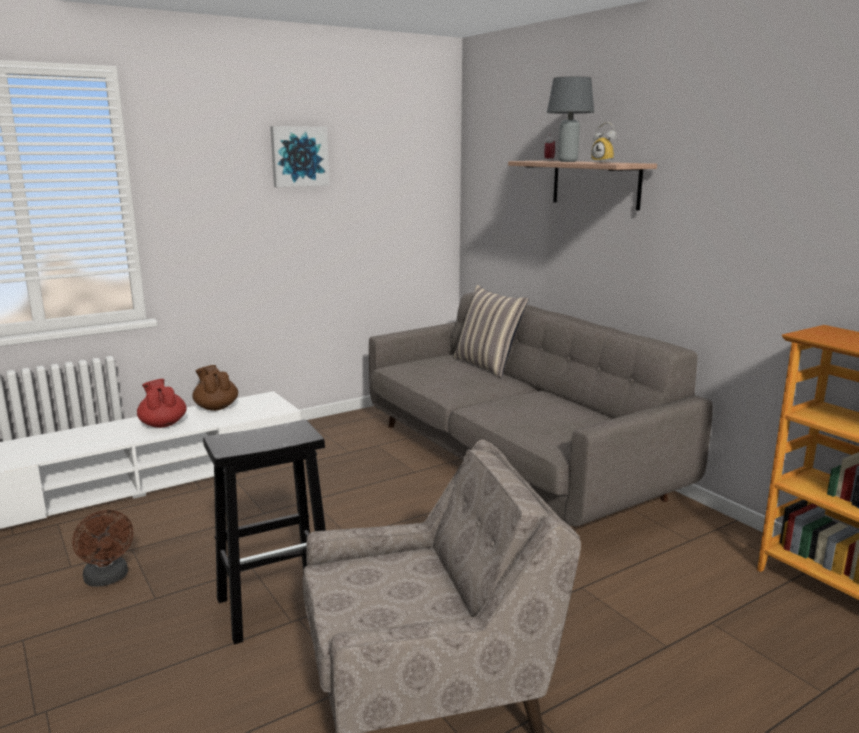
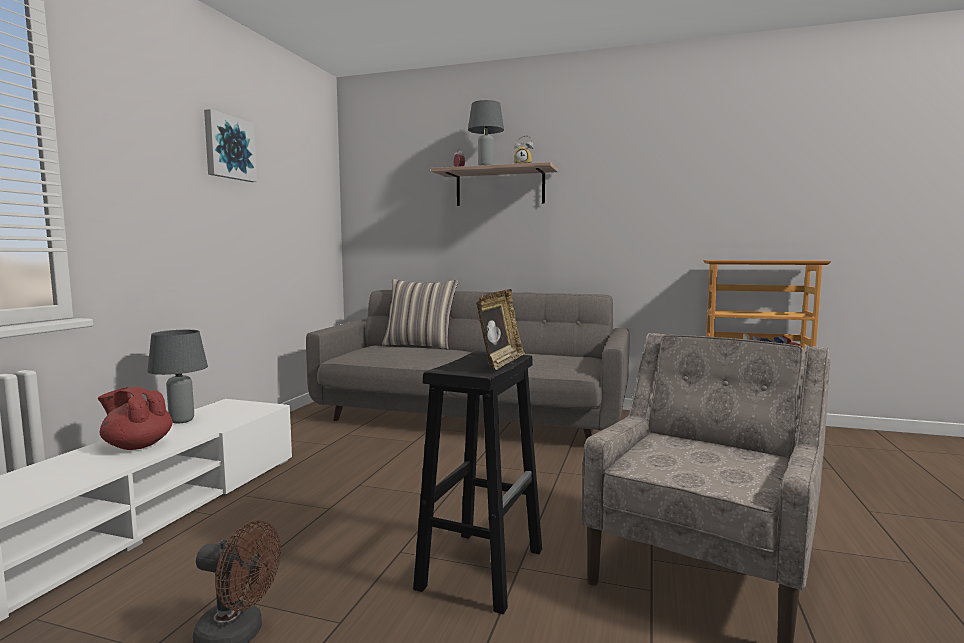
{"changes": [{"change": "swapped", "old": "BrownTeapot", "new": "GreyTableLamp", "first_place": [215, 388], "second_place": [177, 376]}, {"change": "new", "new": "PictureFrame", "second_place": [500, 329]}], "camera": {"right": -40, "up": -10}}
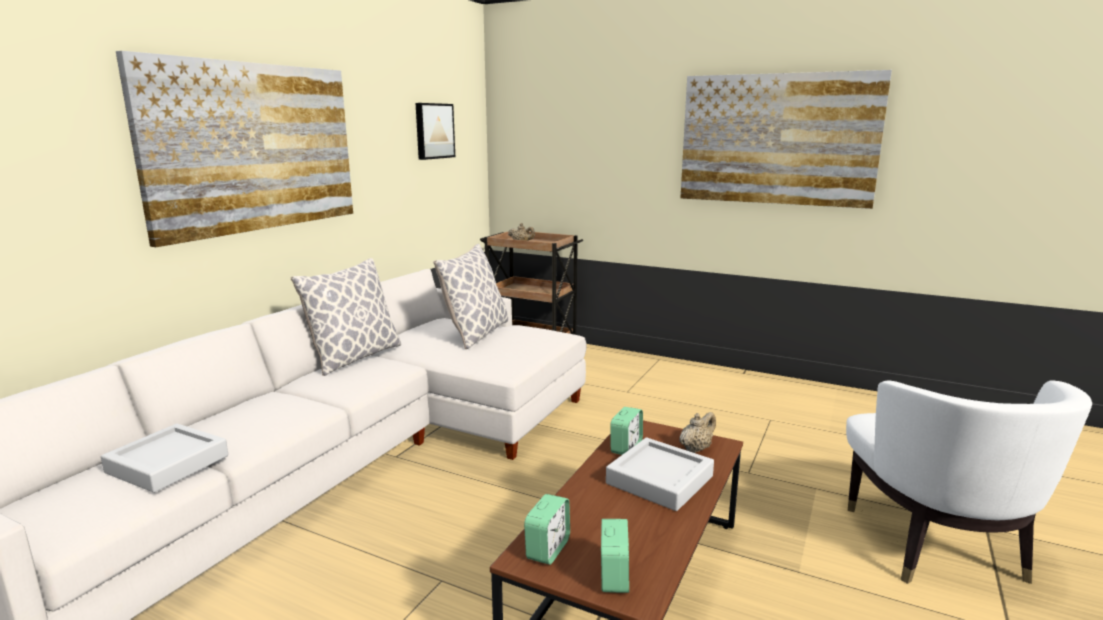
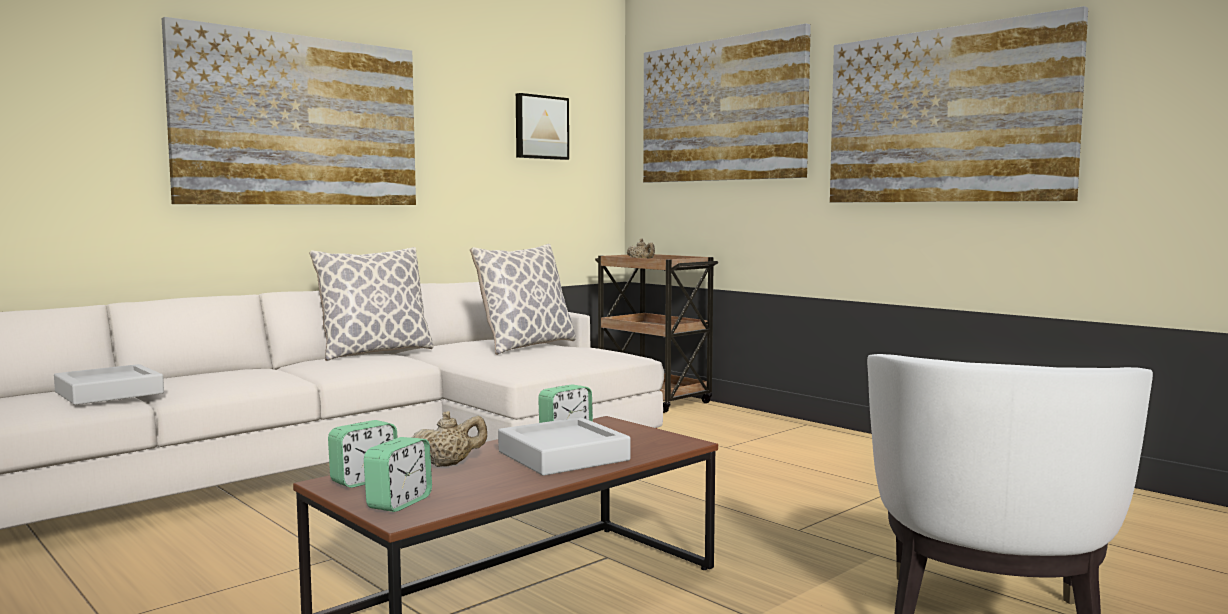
{"changes": [{"change": "shifted", "old": "BeigeTeapot", "first_place": [697, 432], "second_place": [449, 439]}, {"change": "new", "new": "Picture", "second_place": [727, 103]}], "camera": {"right": 20, "up": -10}}
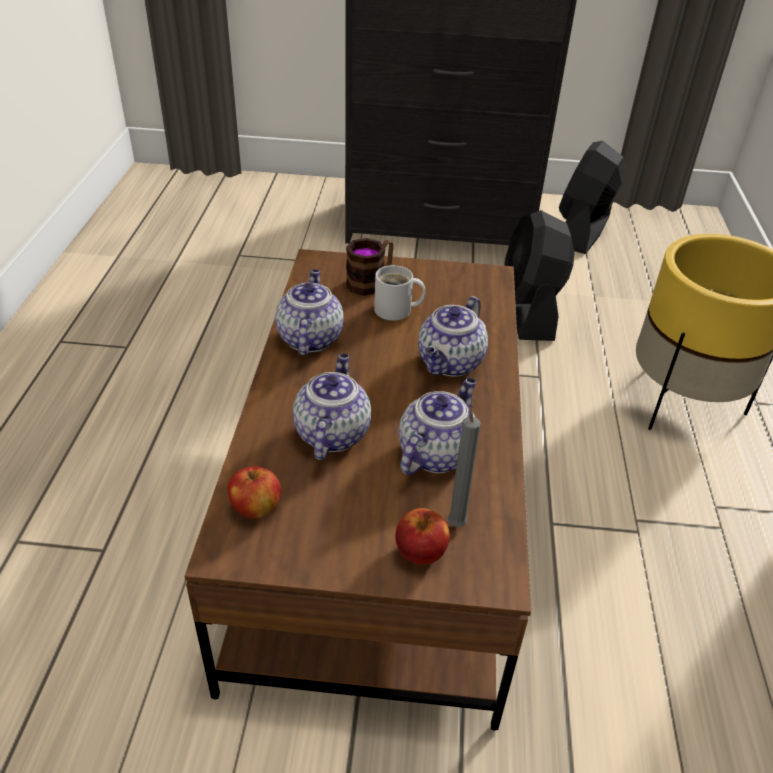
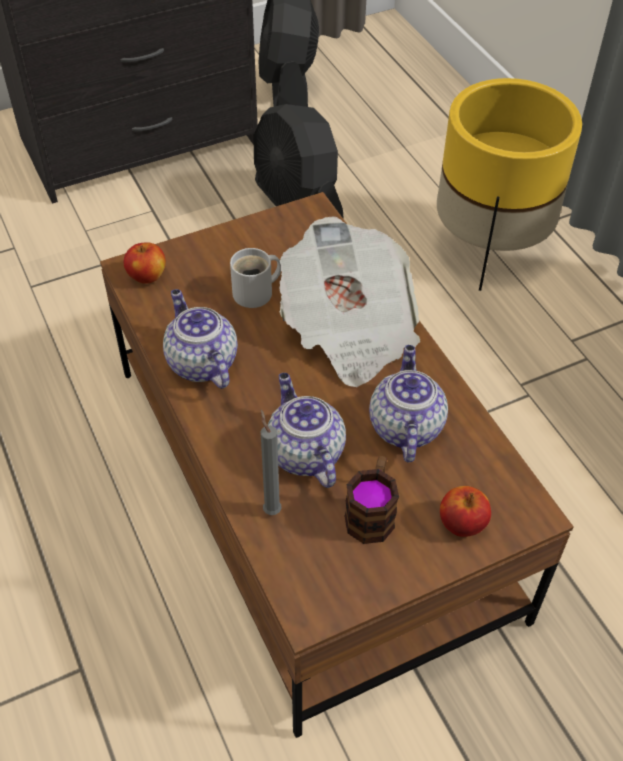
{"changes": [{"change": "shifted", "old": "Apple", "first_place": [254, 492], "second_place": [145, 263]}, {"change": "shifted", "old": "Mug", "first_place": [370, 267], "second_place": [372, 500]}, {"change": "swapped", "old": "Teapot", "new": "Newspaper", "first_place": [453, 336], "second_place": [349, 302]}, {"change": "shifted", "old": "GreyCandle", "first_place": [464, 462], "second_place": [271, 462]}], "camera": {"right": -30, "up": 10}}
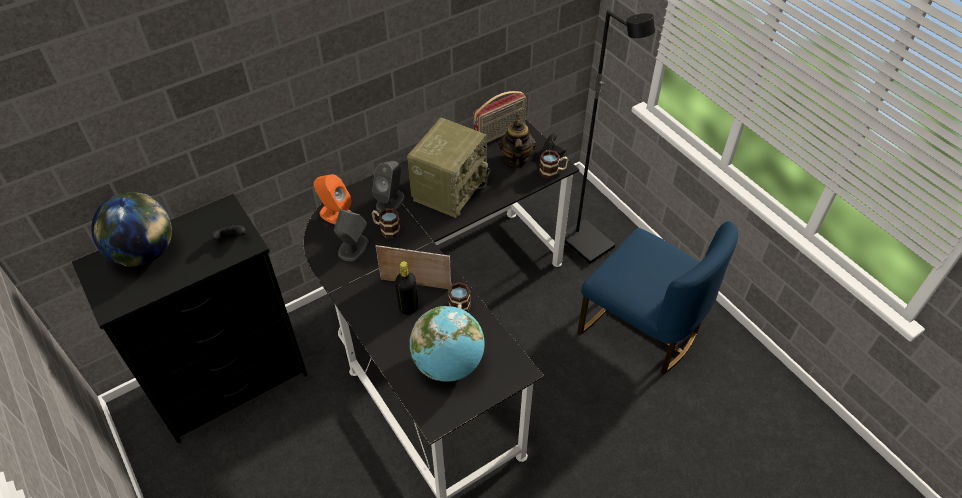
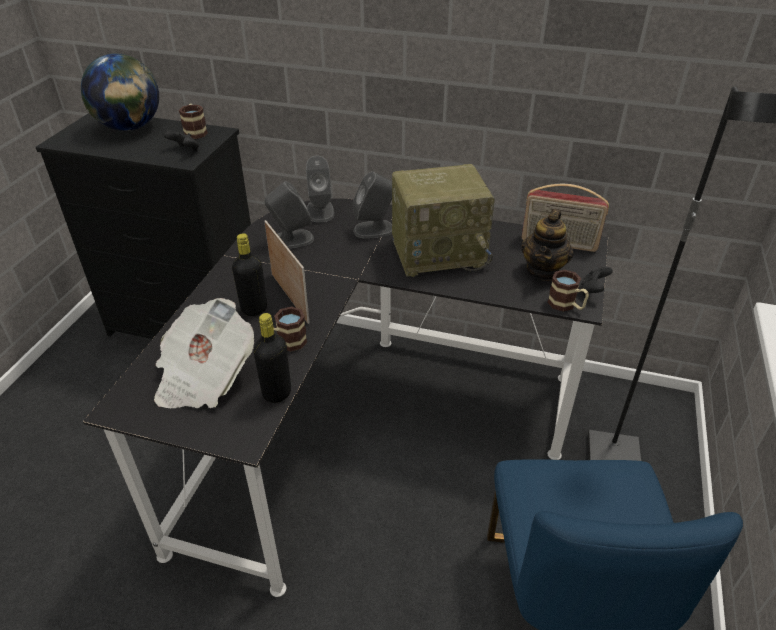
{"changes": [{"change": "repainted", "old": "OrangeSpeaker", "new": "GreySpeaker", "first_place": [332, 199], "second_place": [320, 189]}, {"change": "shifted", "old": "Mug", "first_place": [386, 223], "second_place": [193, 121]}, {"change": "swapped", "old": "Globe", "new": "Newspaper", "first_place": [447, 344], "second_place": [204, 353]}, {"change": "rotated", "old": "Teapot", "first_place": [517, 140], "second_place": [547, 245], "degrees": 150}, {"change": "new", "new": "BlackBottle", "second_place": [272, 358]}], "camera": {"right": 50, "up": -10}}
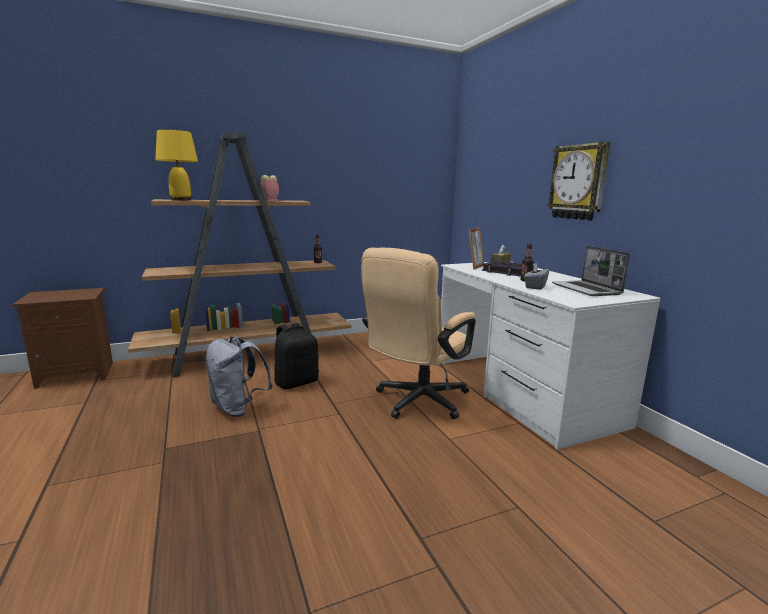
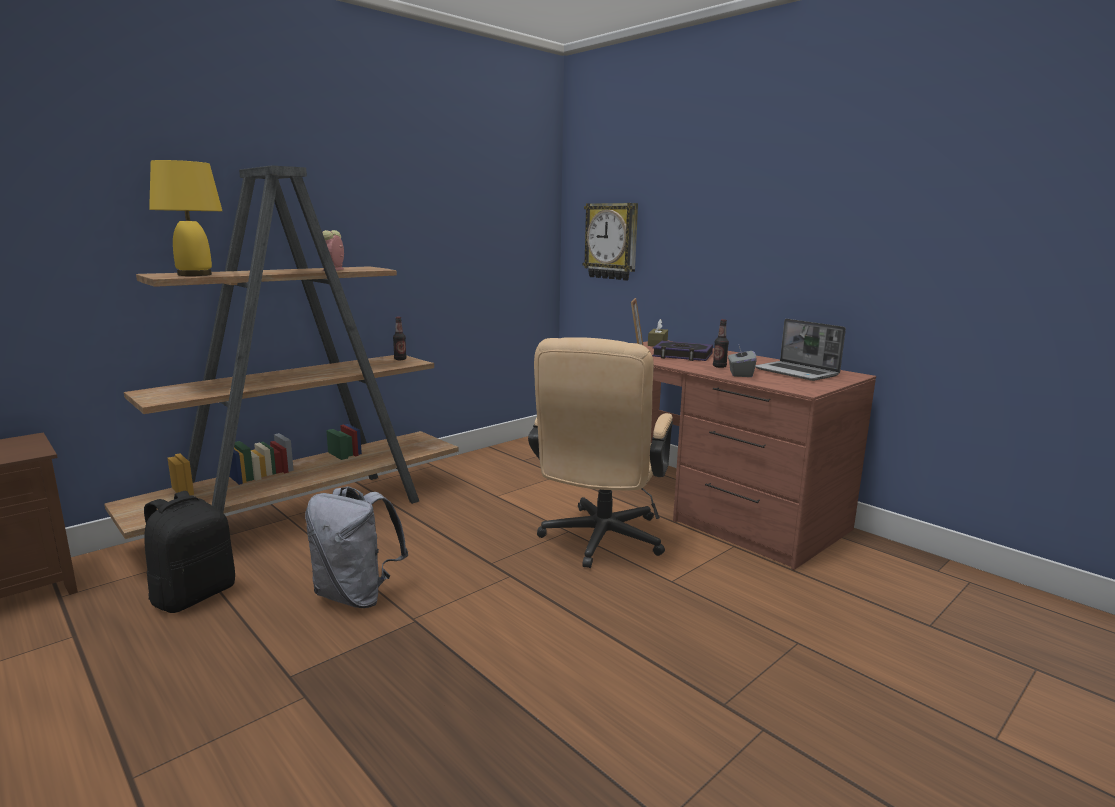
{"changes": [{"change": "shifted", "old": "BlackBackpack", "first_place": [296, 356], "second_place": [189, 552]}, {"change": "repainted", "old": "WhiteDesk", "new": "BrownDesk", "first_place": [551, 355], "second_place": [756, 455]}, {"change": "shifted", "old": "WallClock", "first_place": [578, 181], "second_place": [610, 242]}], "camera": {"right": -20, "up": 0}}
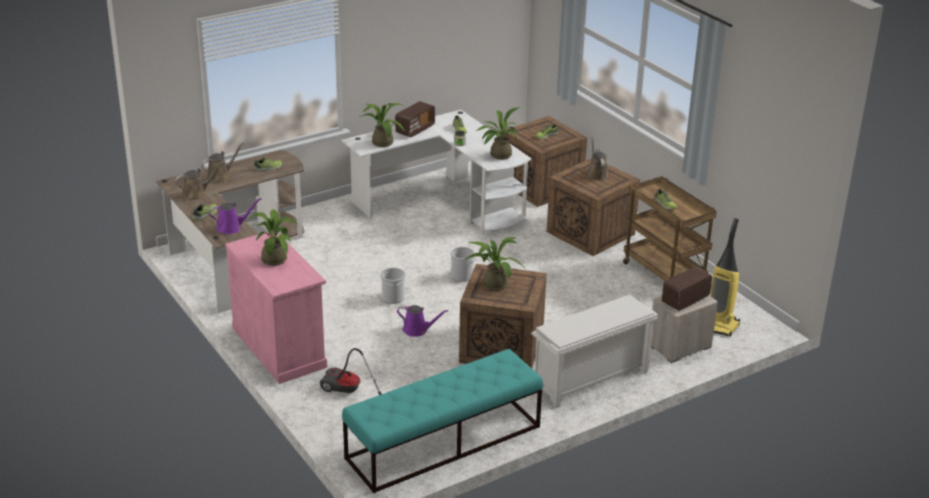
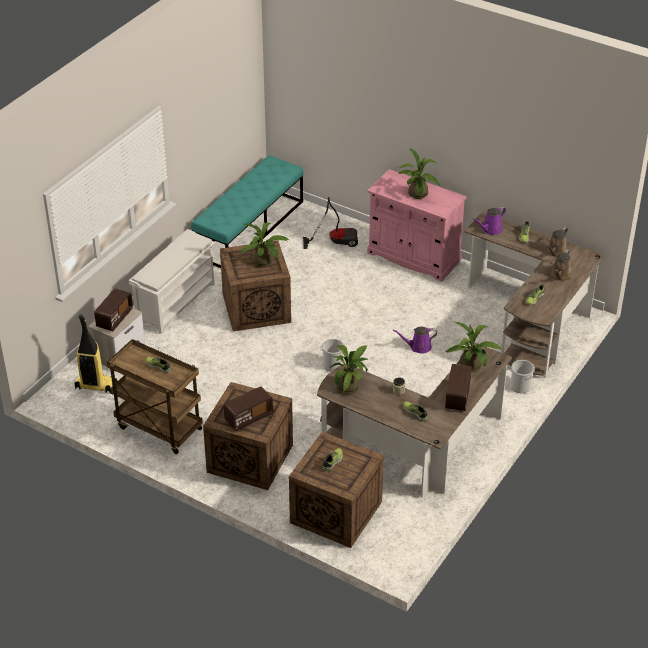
{"changes": [{"change": "repainted", "old": "WhiteDesk", "new": "BrownDesk", "first_place": [436, 172], "second_place": [414, 420]}, {"change": "shifted", "old": "Bucket", "first_place": [393, 286], "second_place": [522, 376]}, {"change": "shifted", "old": "PurpleWateringCan", "first_place": [422, 321], "second_place": [415, 340]}, {"change": "swapped", "old": "BrownWateringCan", "new": "Radio", "first_place": [597, 159], "second_place": [248, 408]}], "camera": {"right": 155, "up": 10}}
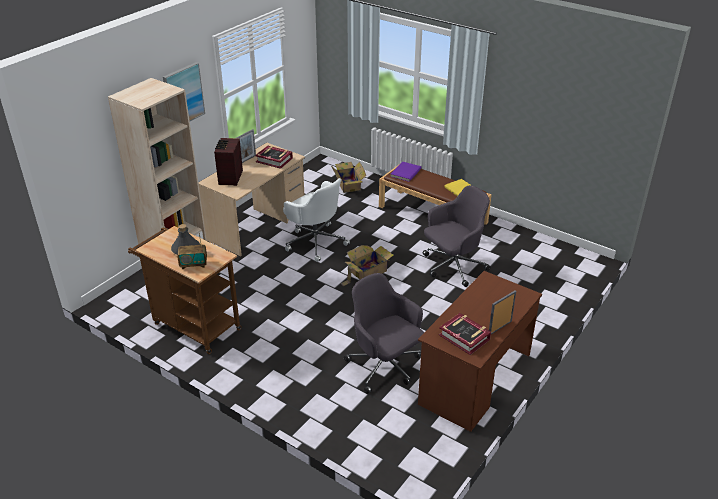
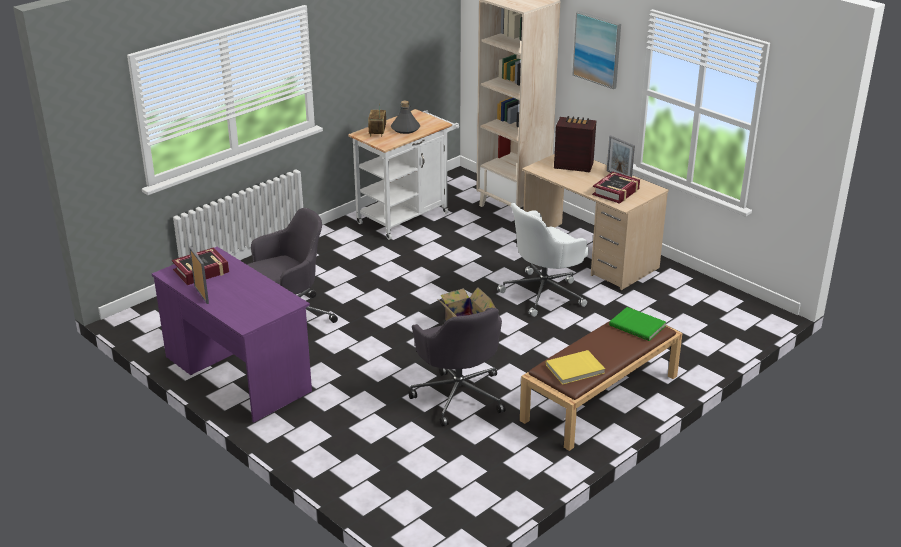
{"changes": [{"change": "repainted", "old": "BrownCart", "new": "WhiteCart", "first_place": [185, 290], "second_place": [403, 174]}, {"change": "gone", "old": "CardboardBox", "first_place": [348, 177]}, {"change": "repainted", "old": "PurpleBook", "new": "GreenBook", "first_place": [406, 172], "second_place": [637, 324]}, {"change": "repainted", "old": "BrownDesk", "new": "PurpleDesk", "first_place": [480, 351], "second_place": [232, 335]}], "camera": {"right": 100, "up": -5}}
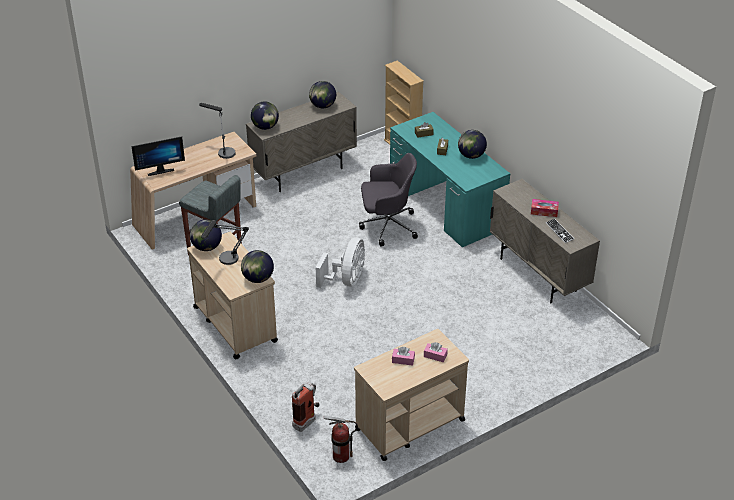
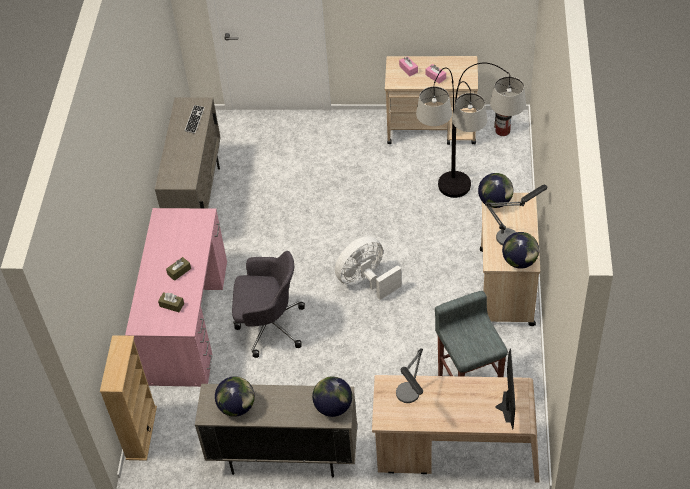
{"changes": [{"change": "rotated", "old": "Monitor", "first_place": [158, 156], "second_place": [505, 389], "degrees": 75}, {"change": "gone", "old": "FireExtinguisher", "first_place": [306, 407]}, {"change": "rotated", "old": "GreyOfficeChair", "first_place": [388, 200], "second_place": [268, 304], "degrees": 150}, {"change": "repainted", "old": "TurquoiseDesk", "new": "PinkDesk", "first_place": [450, 179], "second_place": [176, 297]}, {"change": "gone", "old": "Globe", "first_place": [472, 144]}, {"change": "gone", "old": "TissueBox", "first_place": [545, 208]}, {"change": "new", "new": "FloorLamp", "second_place": [471, 130]}], "camera": {"right": -140, "up": 10}}
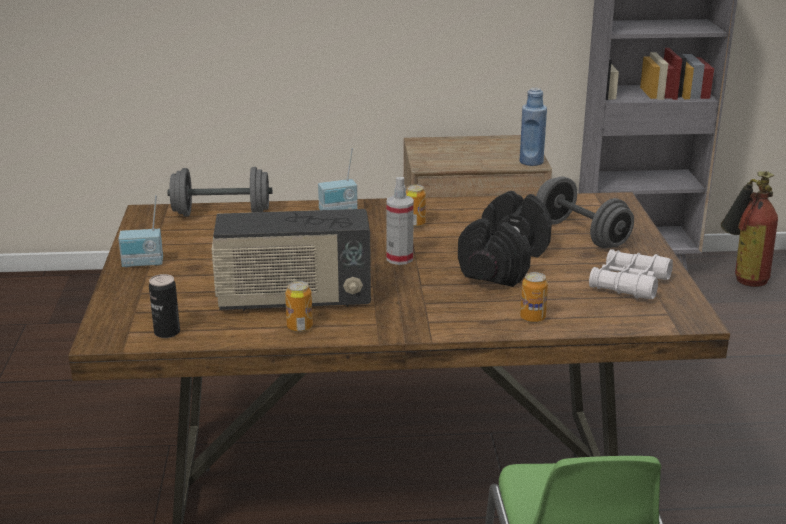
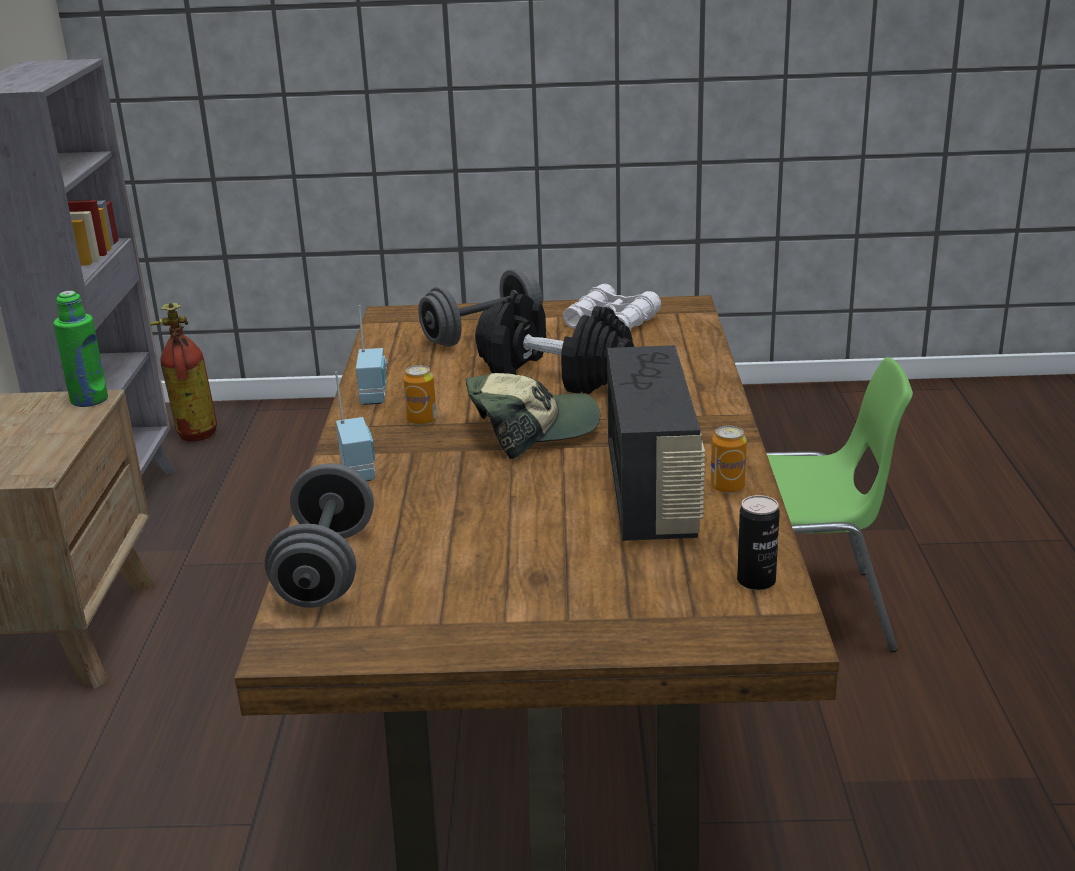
{"changes": [{"change": "shifted", "old": "Radio", "first_place": [140, 231], "second_place": [372, 355]}, {"change": "swapped", "old": "SprayBottle", "new": "Cap", "first_place": [400, 221], "second_place": [532, 416]}, {"change": "repainted", "old": "BlueBottle", "new": "GreenBottle", "first_place": [533, 127], "second_place": [80, 349]}, {"change": "gone", "old": "Can", "first_place": [534, 297]}], "camera": {"right": -85, "up": 0}}
